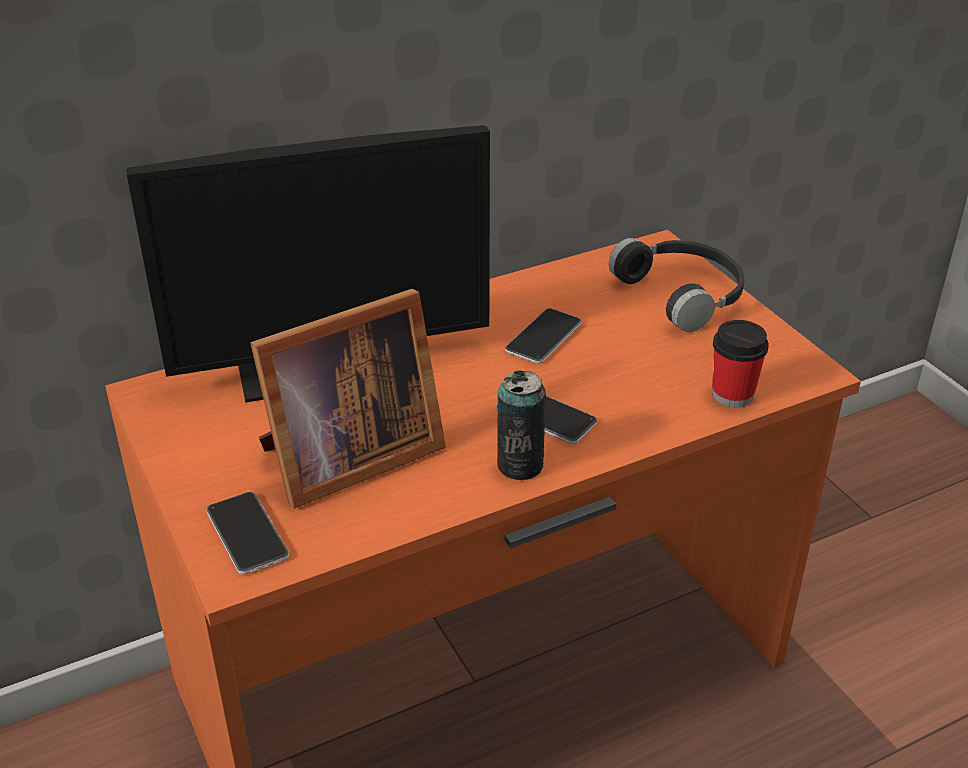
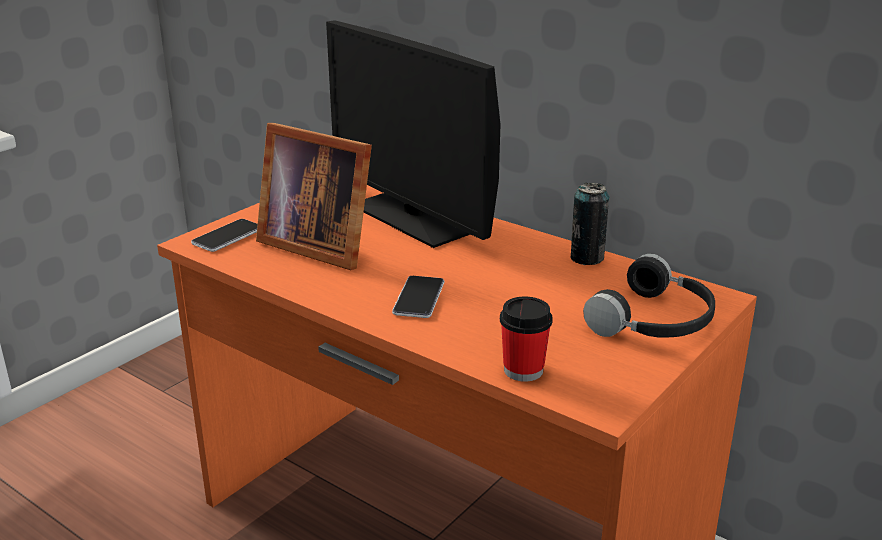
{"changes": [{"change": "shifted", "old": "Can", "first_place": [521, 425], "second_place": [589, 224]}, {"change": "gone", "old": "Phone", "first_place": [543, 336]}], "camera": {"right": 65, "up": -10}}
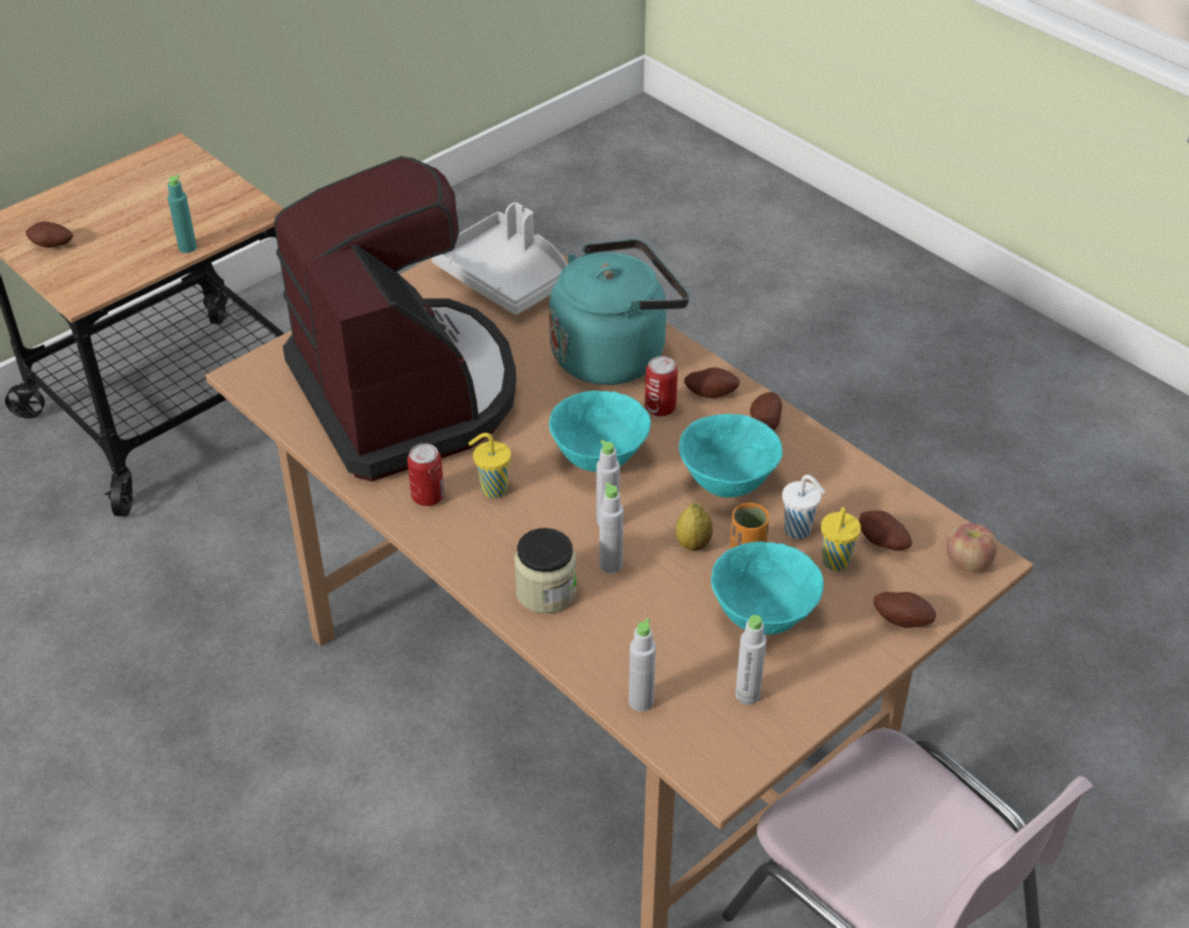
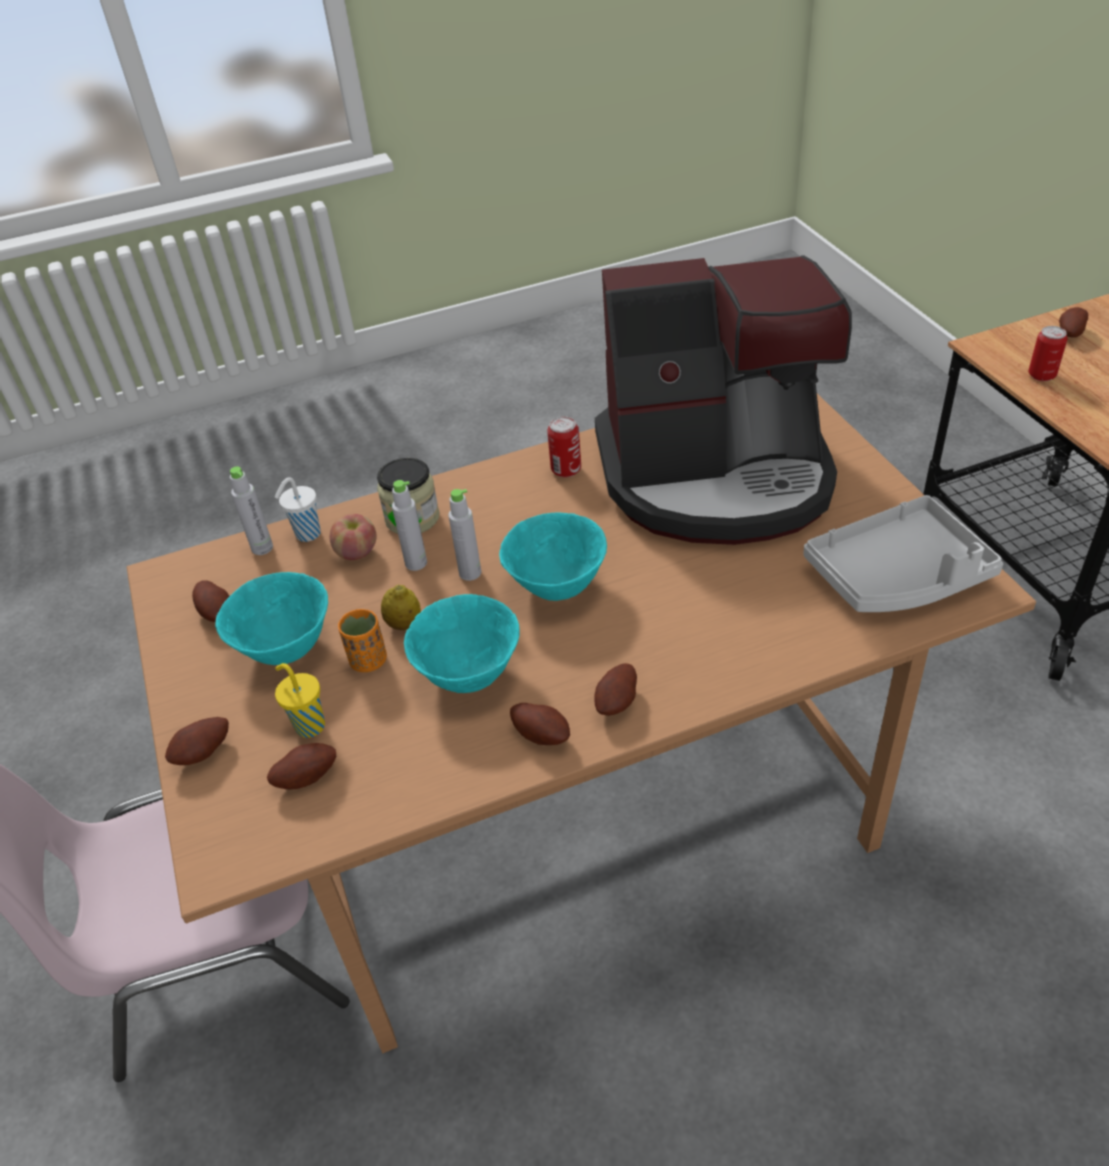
{"changes": [{"change": "gone", "old": "TurquoiseBottle", "first_place": [182, 214]}, {"change": "gone", "old": "YellowCup", "first_place": [490, 465]}, {"change": "gone", "old": "TurquoiseKettle", "first_place": [619, 312]}, {"change": "shifted", "old": "Can", "first_place": [661, 386], "second_place": [1048, 353]}, {"change": "swapped", "old": "GreyBottle", "new": "Potato", "first_place": [751, 660], "second_place": [210, 601]}, {"change": "shifted", "old": "WhiteCup", "first_place": [803, 507], "second_place": [298, 509]}, {"change": "shifted", "old": "Apple", "first_place": [972, 548], "second_place": [353, 537]}], "camera": {"right": 115, "up": 0}}
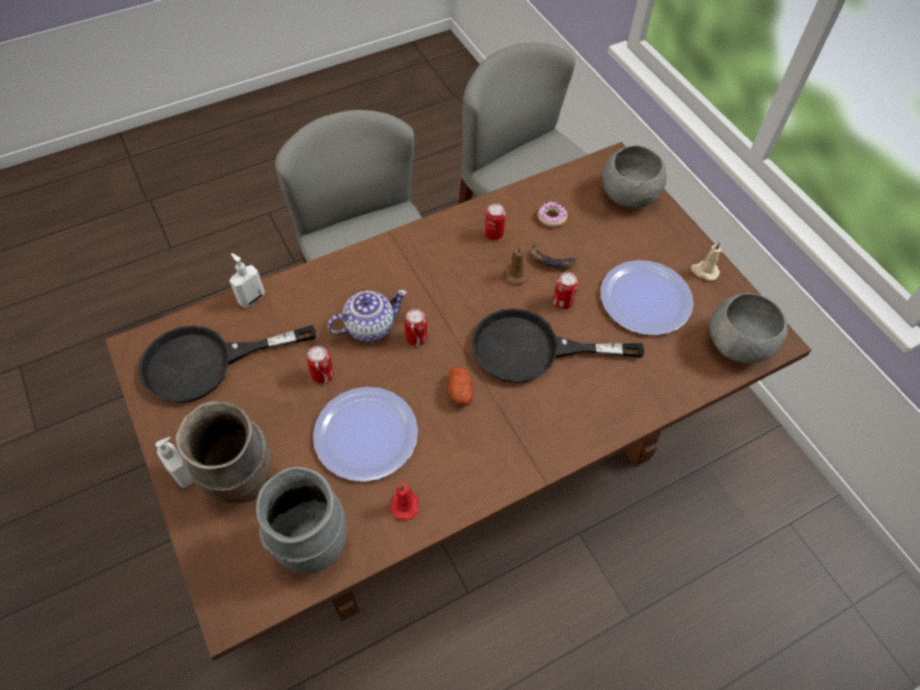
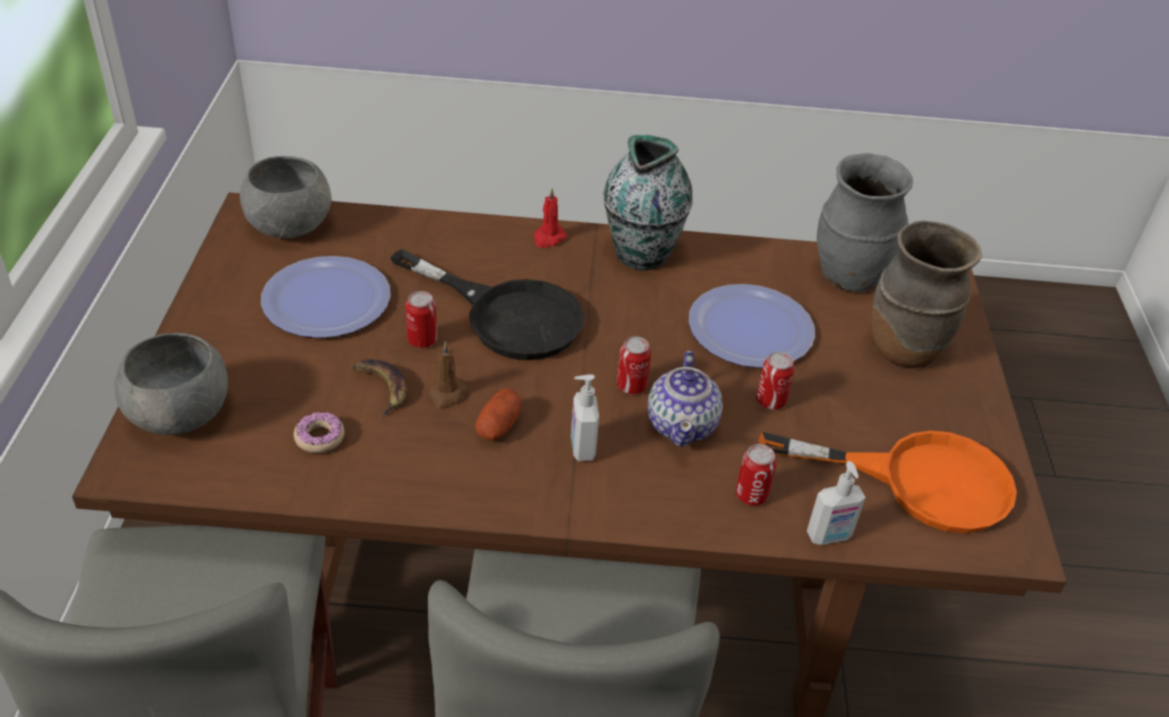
{"changes": [{"change": "repainted", "old": "BlackFryingPan", "new": "OrangeFryingPan", "first_place": [227, 364], "second_place": [888, 482]}, {"change": "shifted", "old": "SoapDispenser", "first_place": [174, 462], "second_place": [585, 417]}, {"change": "rotated", "old": "Teapot", "first_place": [367, 316], "second_place": [685, 398], "degrees": -90}, {"change": "shifted", "old": "RedCandle", "first_place": [404, 501], "second_place": [550, 218]}, {"change": "shifted", "old": "Potato", "first_place": [460, 386], "second_place": [498, 414]}, {"change": "shifted", "old": "Can", "first_place": [495, 221], "second_place": [756, 475]}, {"change": "gone", "old": "BeigeCandle", "first_place": [706, 261]}, {"change": "new", "new": "Vase", "second_place": [648, 202]}], "camera": {"right": -150, "up": -15}}
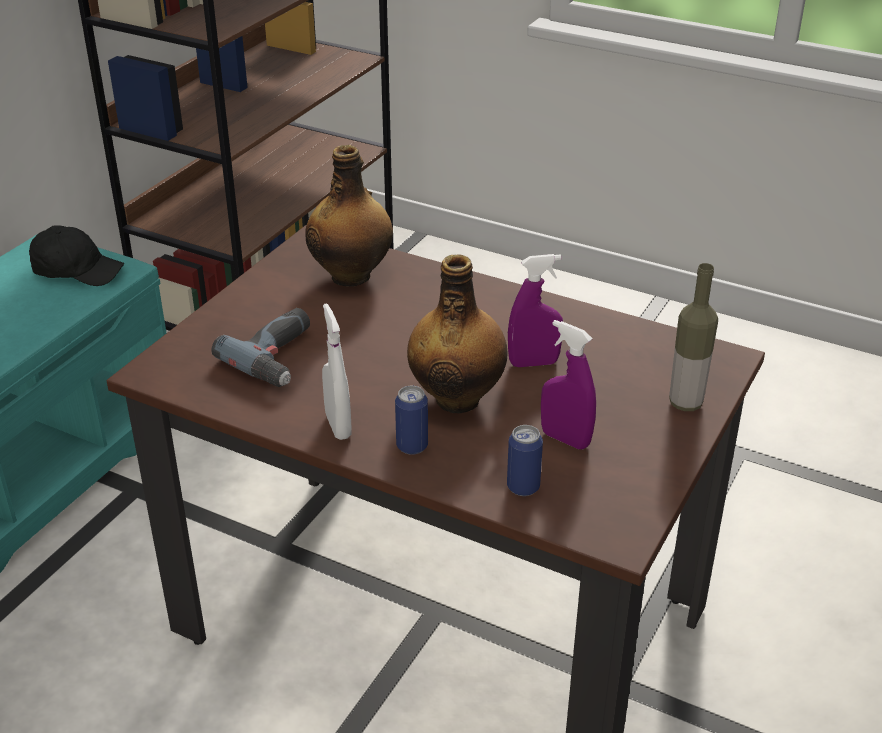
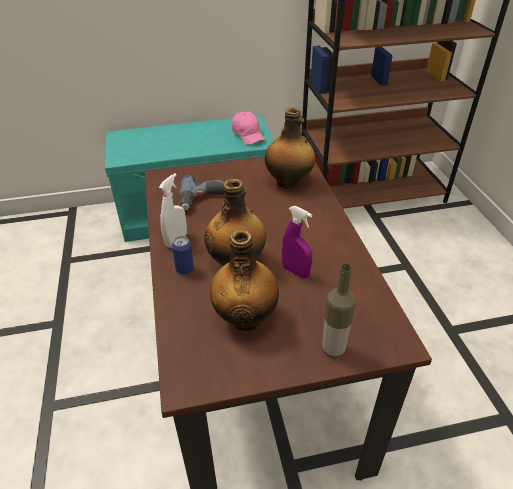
{"changes": [{"change": "repainted", "old": "BlackCap", "new": "PinkCap", "first_place": [76, 255], "second_place": [248, 128]}, {"change": "gone", "old": "Can", "first_place": [525, 460]}, {"change": "swapped", "old": "PurpleSprayBottle", "new": "Bottle", "first_place": [568, 384], "second_place": [244, 280]}], "camera": {"right": 50, "up": 5}}
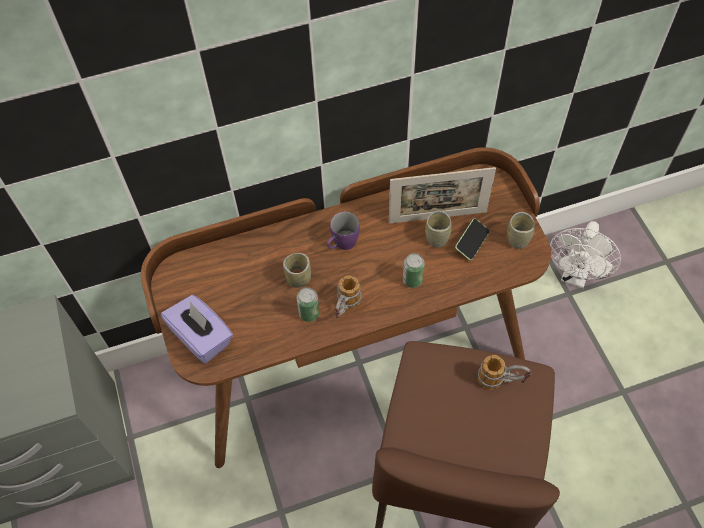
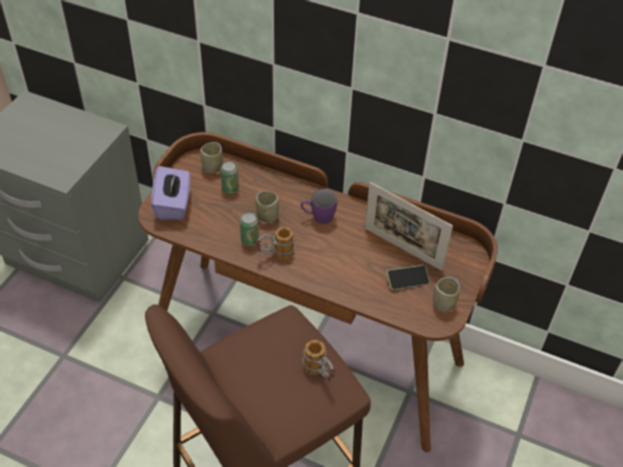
{"changes": [{"change": "shifted", "old": "Can", "first_place": [414, 270], "second_place": [230, 177]}, {"change": "shifted", "old": "Cup", "first_place": [438, 229], "second_place": [211, 158]}, {"change": "gone", "old": "WhiteFan", "first_place": [585, 254]}], "camera": {"right": 40, "up": -10}}
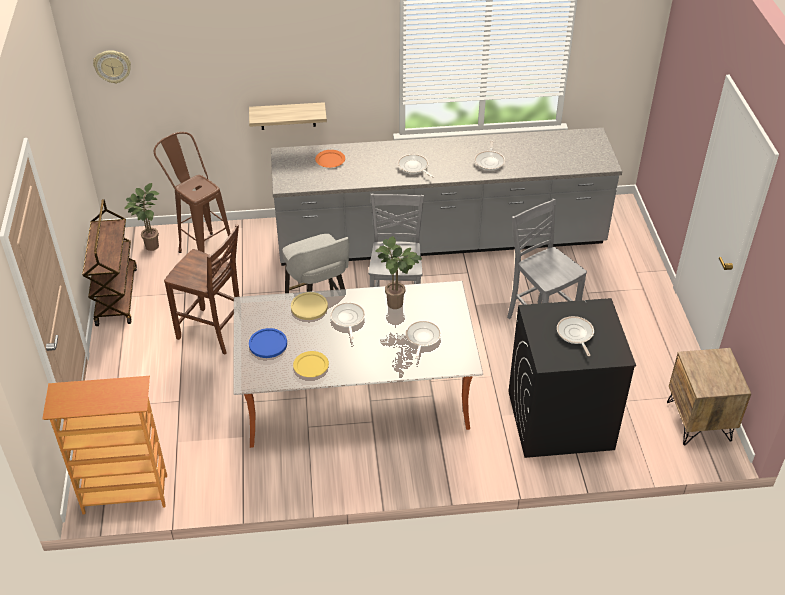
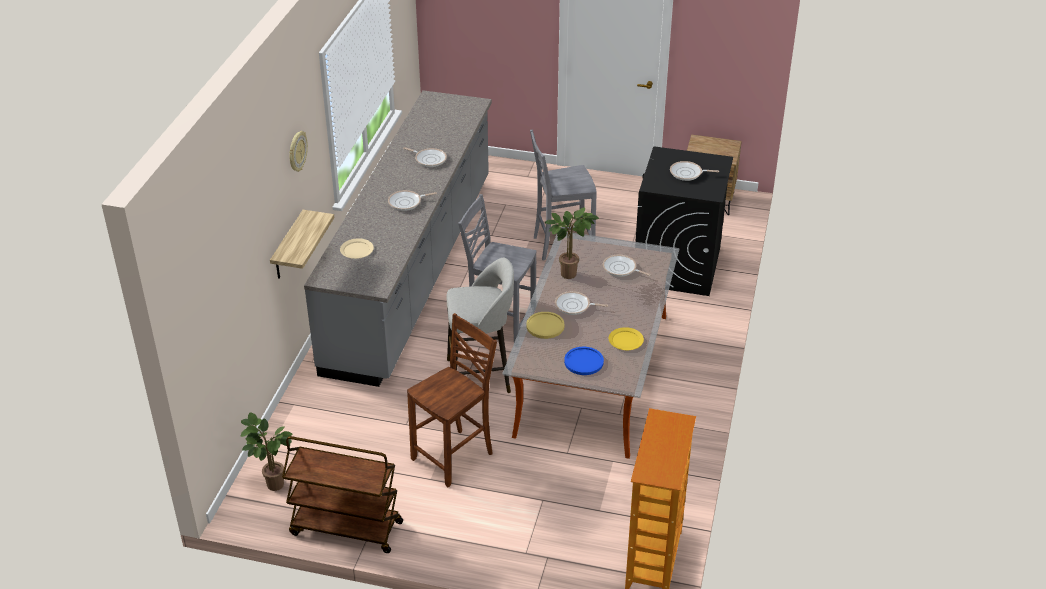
{"changes": [{"change": "shifted", "old": "WallClock", "first_place": [112, 67], "second_place": [298, 151]}, {"change": "gone", "old": "BrownStool", "first_place": [192, 192]}, {"change": "repainted", "old": "OrangePlate", "new": "BeigePlate", "first_place": [330, 159], "second_place": [357, 248]}], "camera": {"right": -70, "up": -5}}
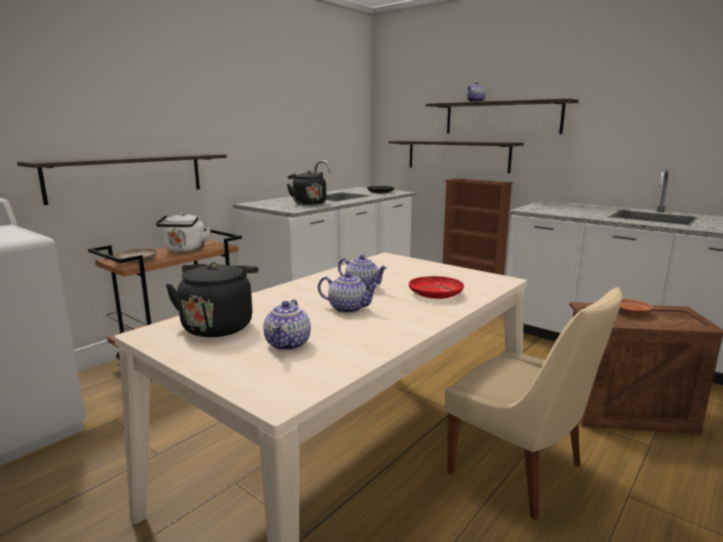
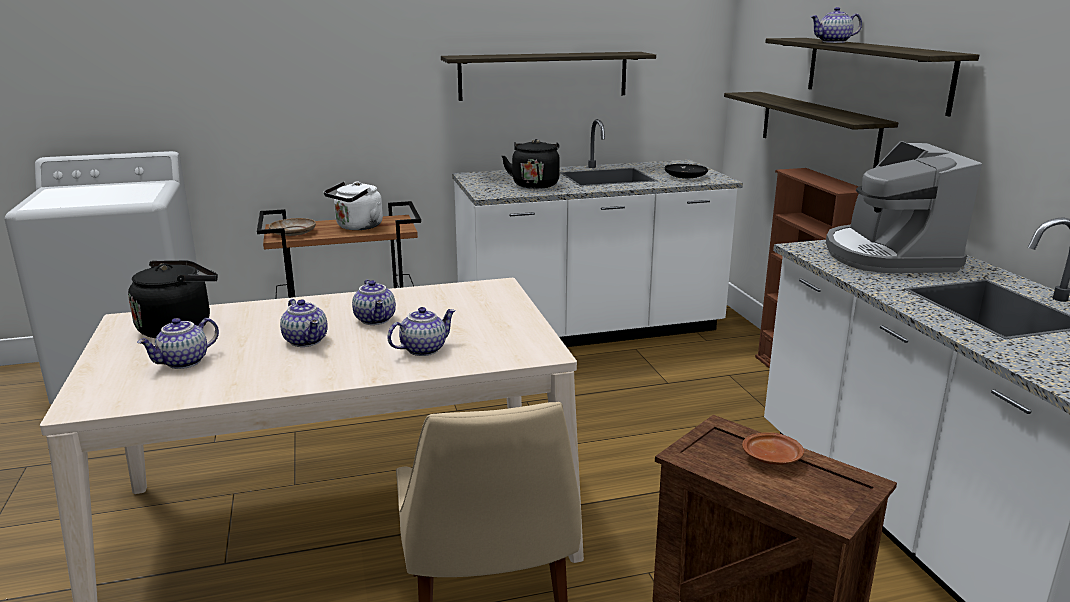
{"changes": [{"change": "shifted", "old": "Shelf", "first_place": [122, 179], "second_place": [548, 76]}, {"change": "swapped", "old": "RedPlate", "new": "Teapot", "first_place": [436, 287], "second_place": [422, 331]}, {"change": "new", "new": "CoffeeMachine", "second_place": [904, 207]}], "camera": {"right": 35, "up": 5}}
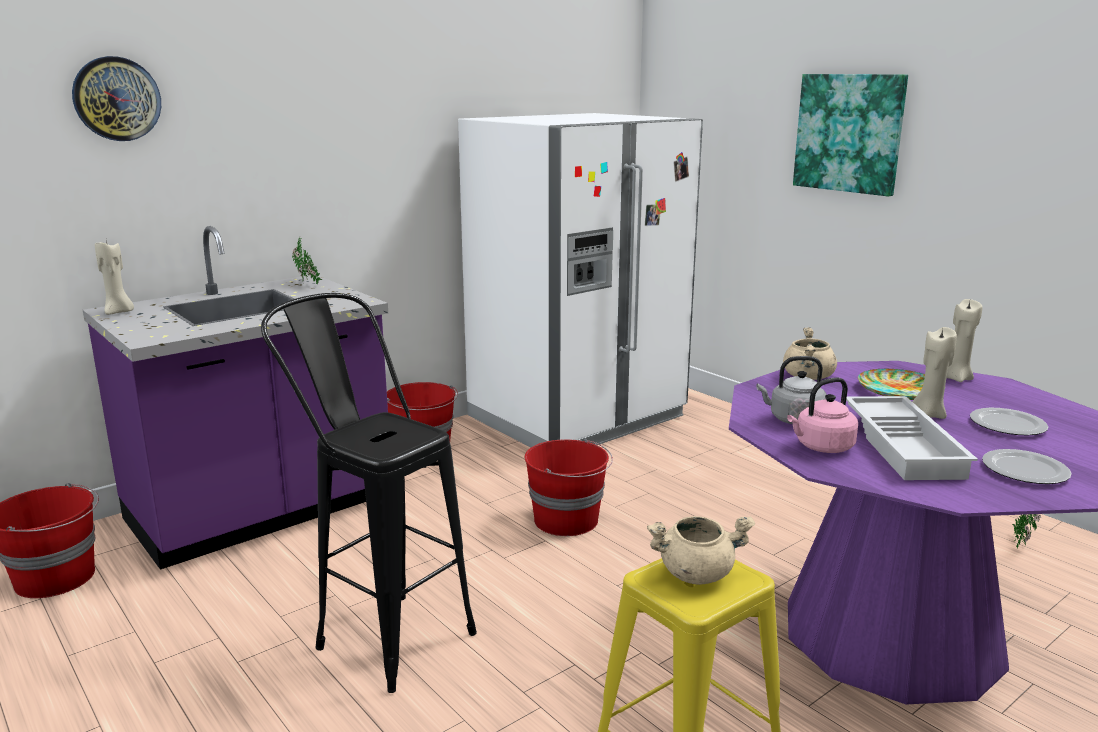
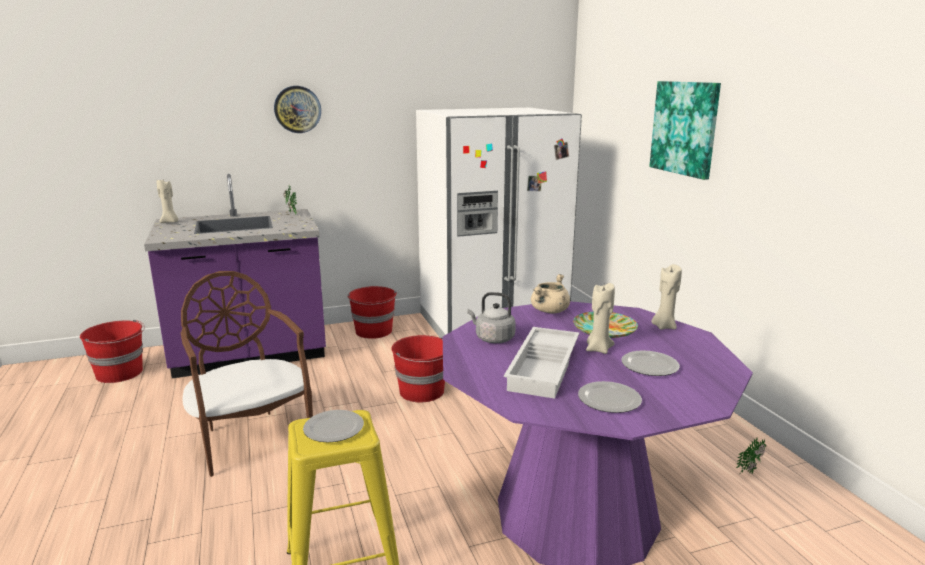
{"changes": [{"change": "shifted", "old": "WallClock", "first_place": [116, 98], "second_place": [297, 109]}, {"change": "swapped", "old": "BlackStool", "new": "BrownChair", "first_place": [369, 493], "second_place": [247, 374]}, {"change": "swapped", "old": "BeigeCookingPot", "new": "Plate", "first_place": [701, 550], "second_place": [333, 426]}, {"change": "gone", "old": "PinkKettle", "first_place": [822, 415]}], "camera": {"right": 20, "up": 0}}
